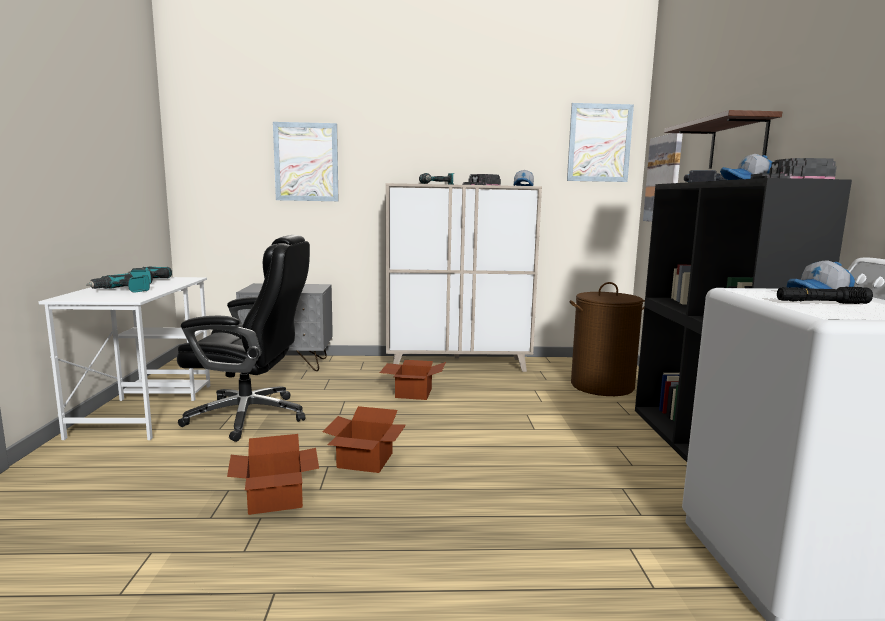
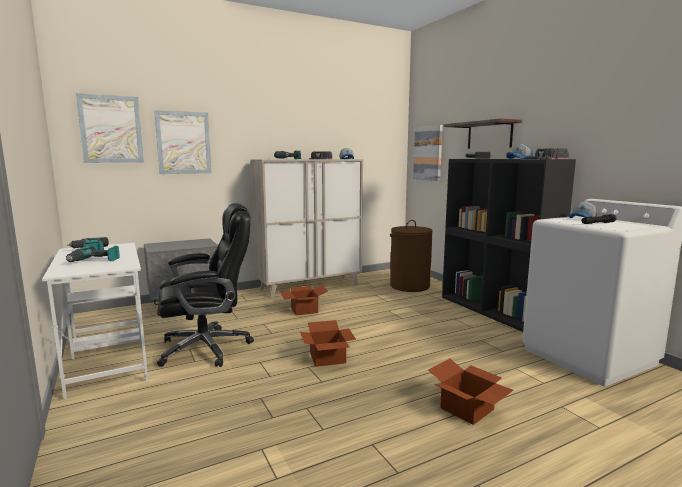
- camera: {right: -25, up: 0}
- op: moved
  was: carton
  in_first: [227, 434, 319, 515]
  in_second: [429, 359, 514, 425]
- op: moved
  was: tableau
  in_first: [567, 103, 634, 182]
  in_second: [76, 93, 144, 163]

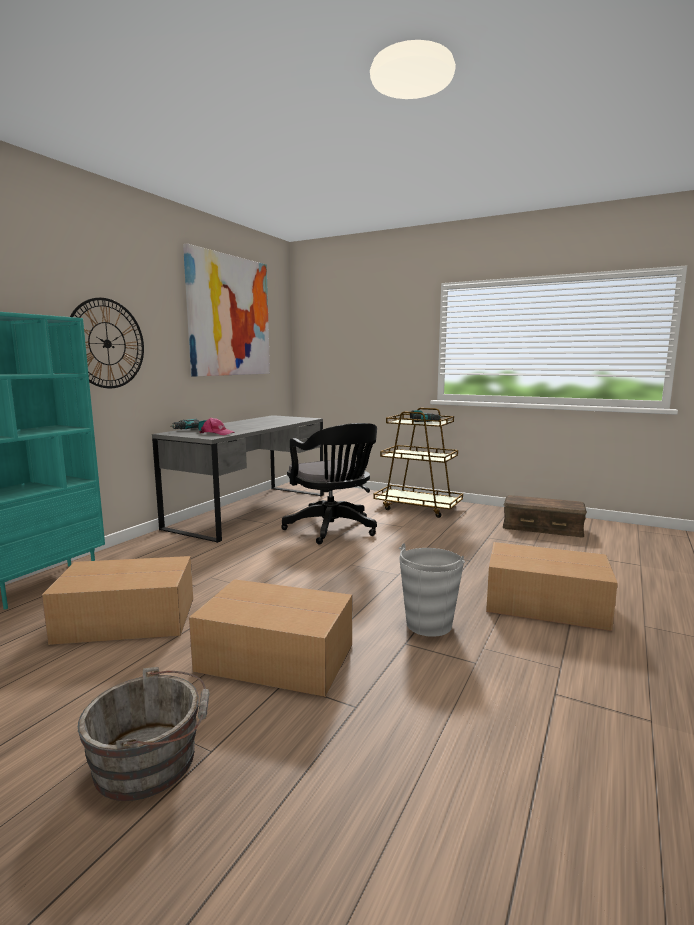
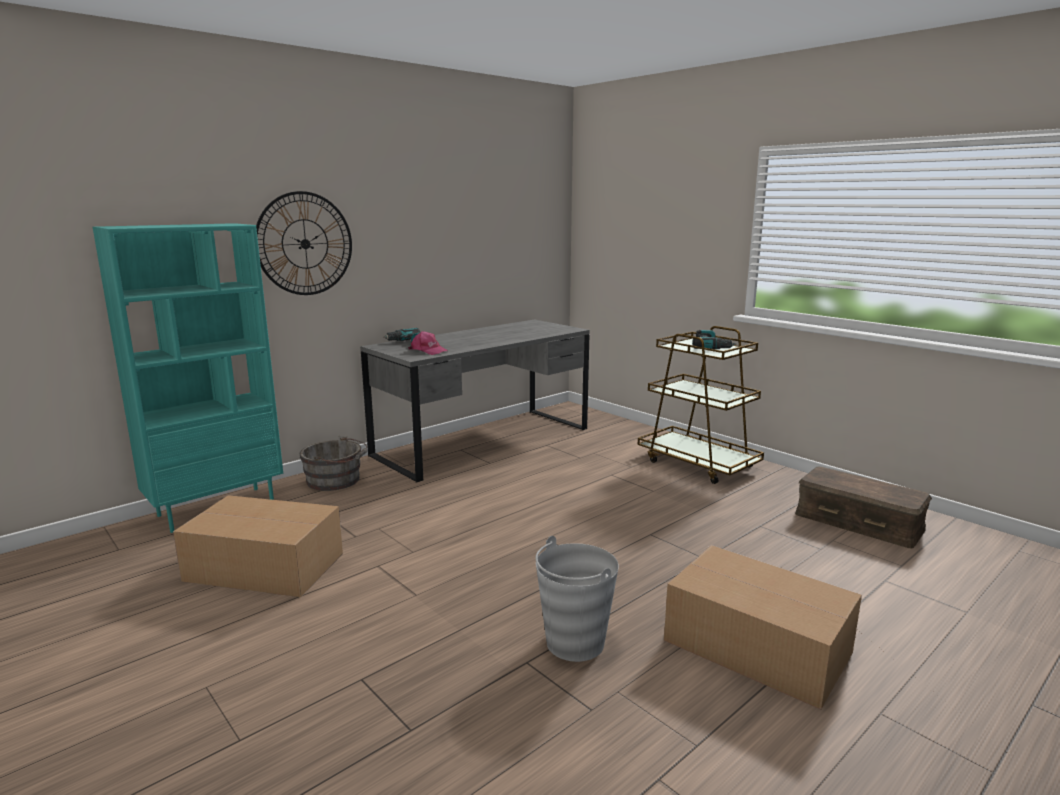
- camera: {right: 20, up: 5}
- op: moved
  was: seau [gris]
  in_first: [78, 667, 210, 801]
  in_second: [299, 436, 368, 491]
- op: removed
  was: tableau
  in_first: [183, 244, 270, 377]
- op: removed
  was: carton
  in_first: [189, 579, 352, 697]
- op: removed
  was: chaise de bureau [noir]
  in_first: [281, 423, 377, 545]

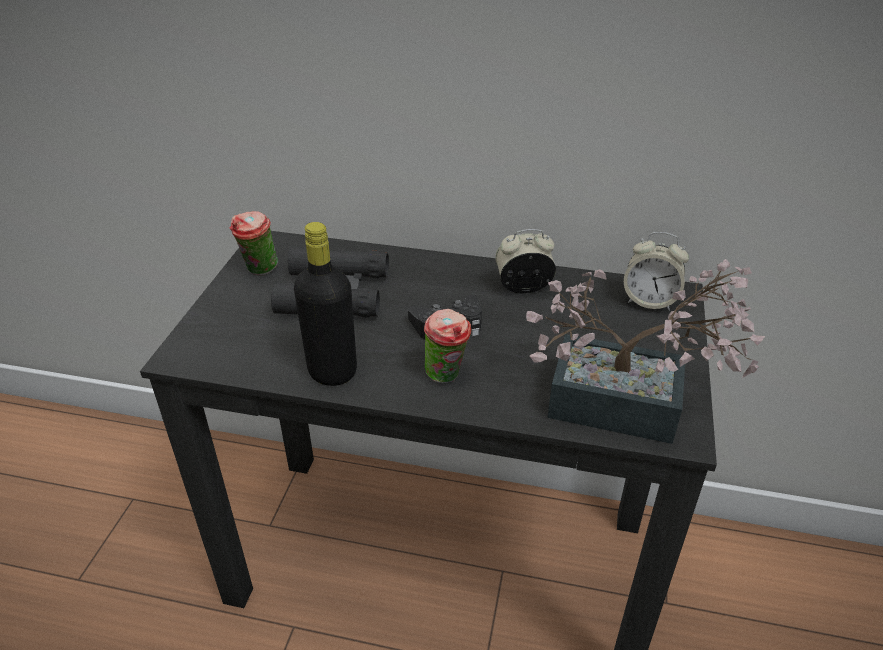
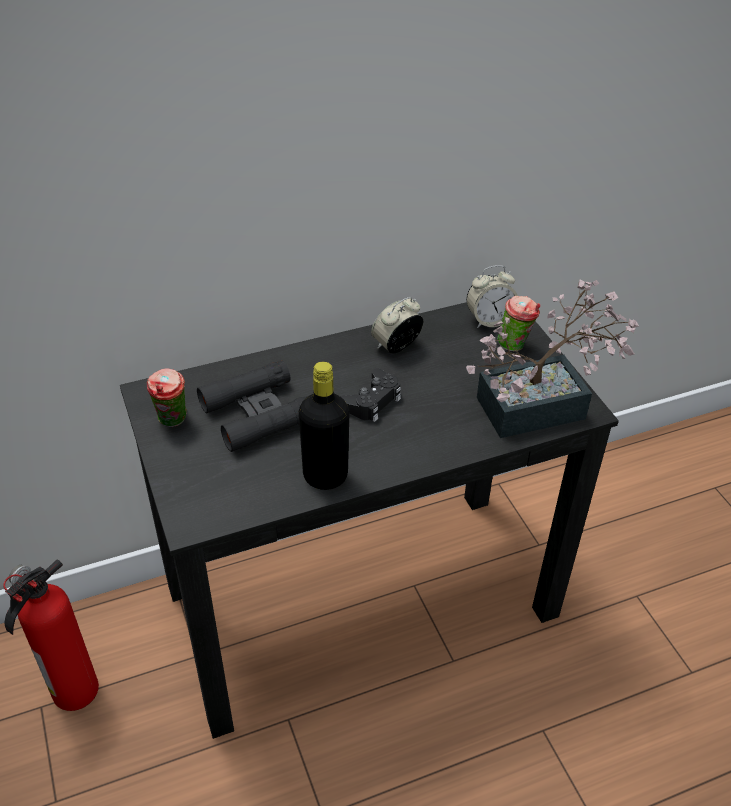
- camera: {right: -35, up: 5}
- op: moved
  was: tasse
  in_first: [424, 309, 471, 383]
  in_second: [497, 296, 540, 352]
- op: added
  now: extincteur
  in_second: [3, 559, 99, 711]

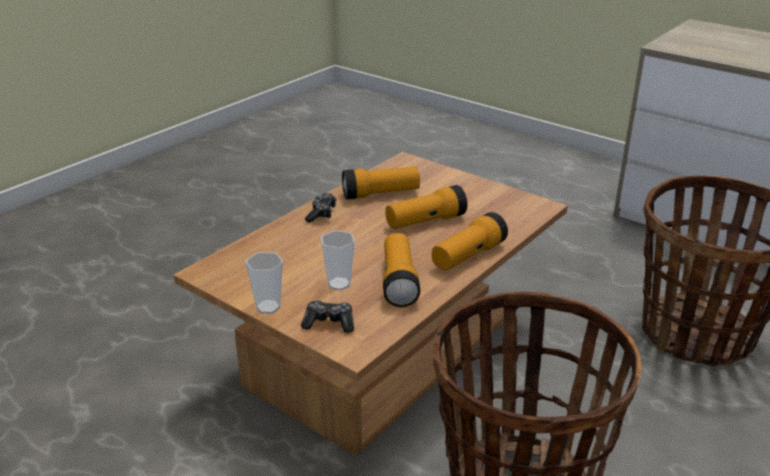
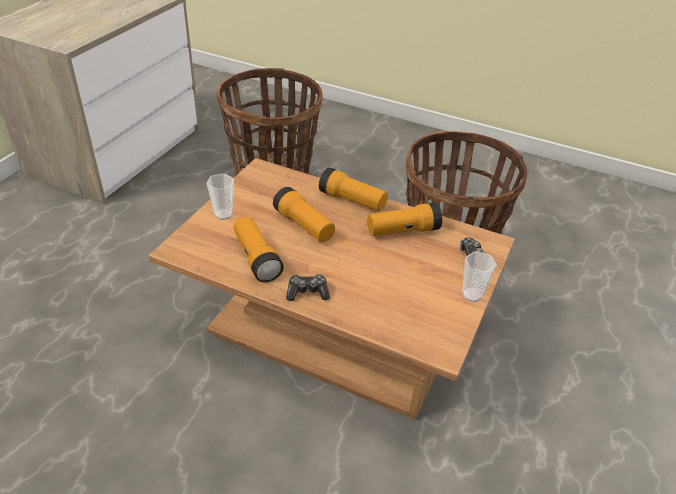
- camera: {right: -105, up: 10}
- op: moved
  was: tasse
  in_first: [321, 230, 355, 290]
  in_second: [207, 174, 234, 220]

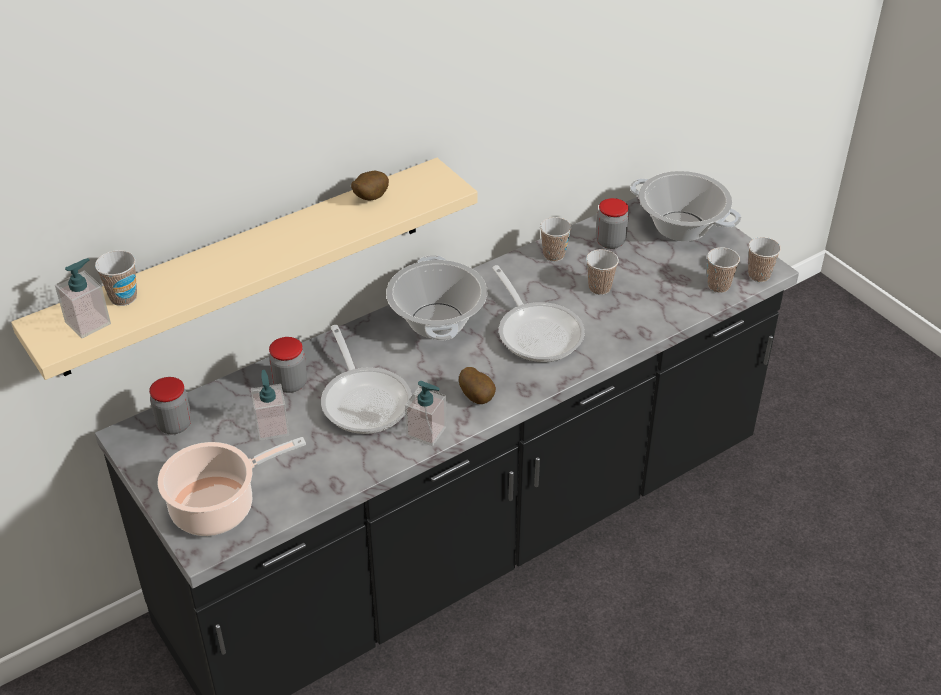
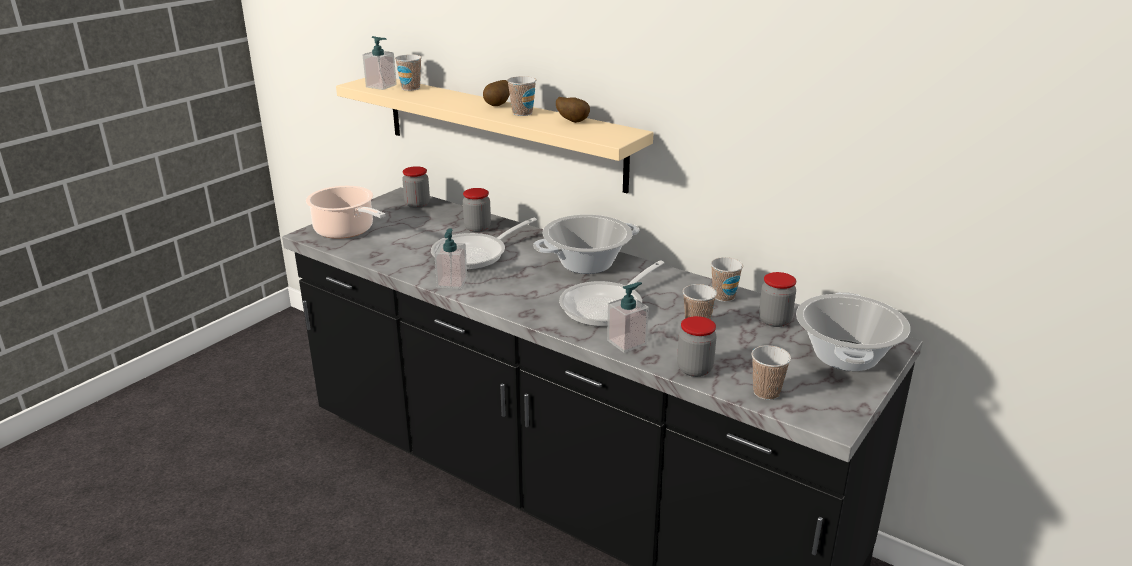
- camera: {right: 70, up: -15}
- op: moved
  was: distributeur de savon
  in_first: [251, 370, 289, 441]
  in_second: [607, 282, 649, 353]
- op: moved
  was: pomme de terre
  in_first: [459, 367, 496, 404]
  in_second: [483, 80, 510, 106]
- op: moved
  was: tasse
  in_first: [748, 237, 781, 282]
  in_second: [507, 76, 536, 116]
- op: added
  now: bocal
  in_second: [677, 316, 716, 377]

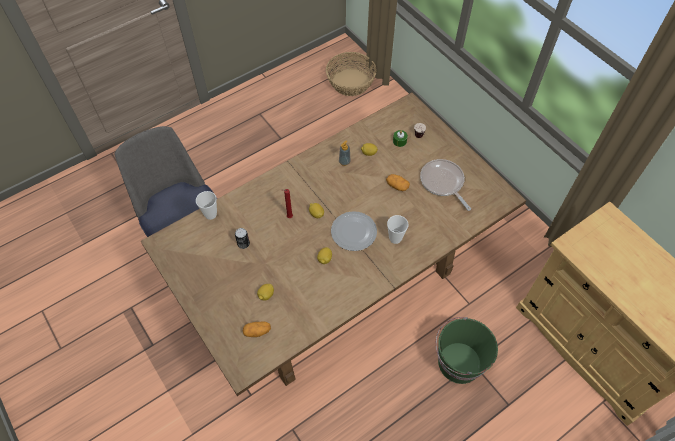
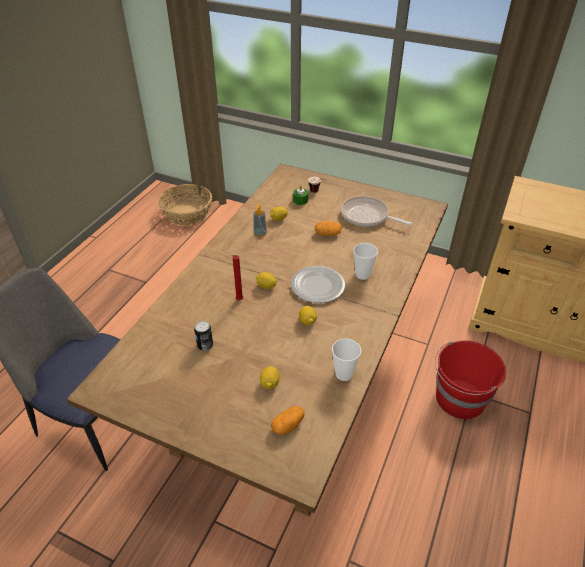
- camera: {right: -30, up: -15}
- op: moved
  was: tasse
  in_first: [196, 191, 217, 220]
  in_second: [332, 339, 361, 381]
- op: recoloured
  was: seau [vert]
  now: seau [rouge]
  in_first: [436, 317, 498, 384]
  in_second: [435, 341, 506, 419]

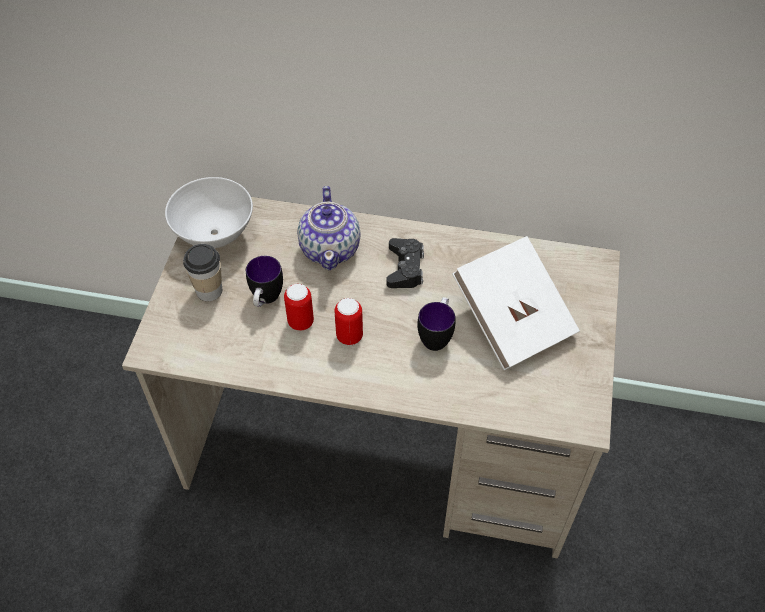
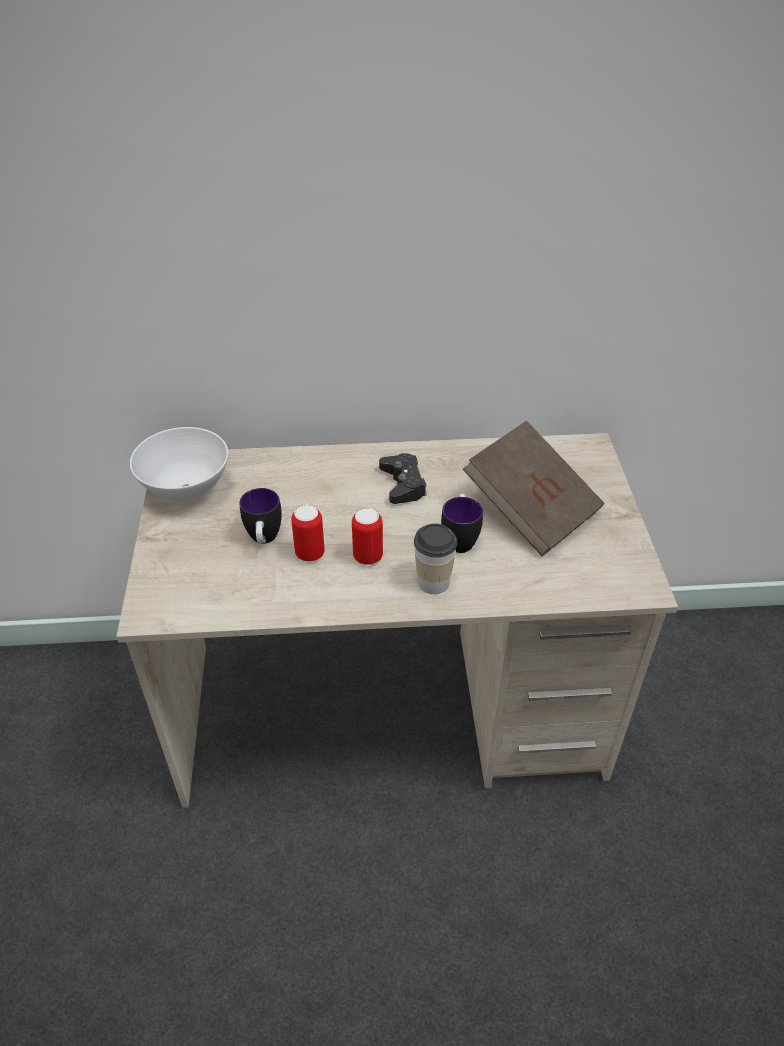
- camera: {right: -15, up: -10}
- op: moved
  was: tasse
  in_first: [183, 244, 222, 301]
  in_second: [414, 523, 457, 594]
- op: removed
  was: théière
  in_first: [297, 186, 361, 270]
- op: recoloured
  was: livre [blanc]
  now: livre [marron]
  in_first: [452, 236, 580, 370]
  in_second: [463, 421, 605, 556]

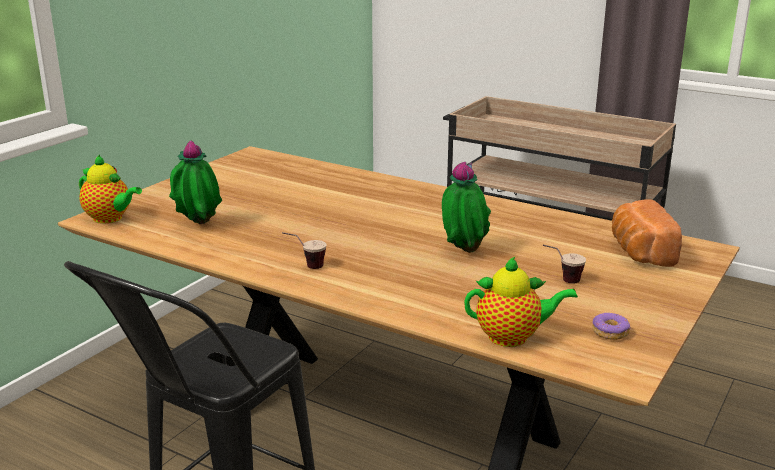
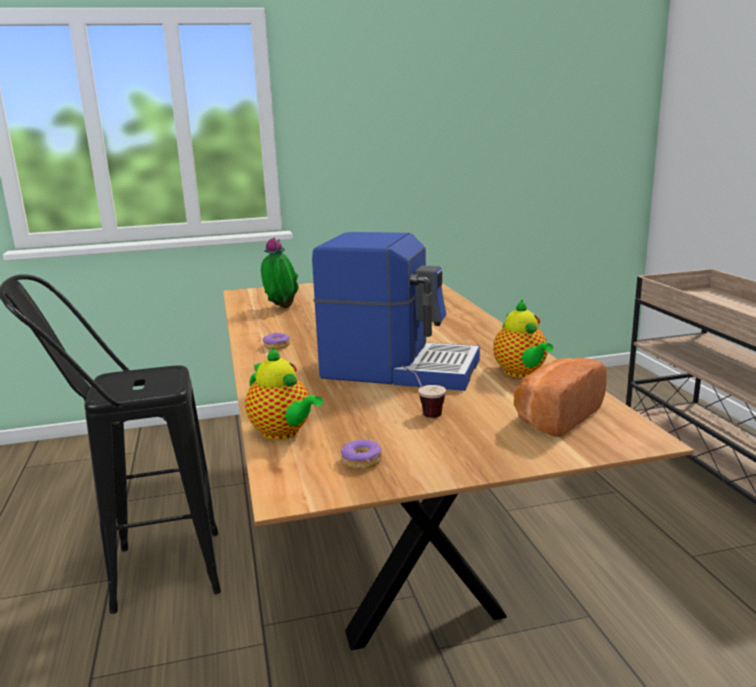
- camera: {right: 45, up: -5}
- op: moved
  was: théière
  in_first: [79, 155, 142, 223]
  in_second: [493, 299, 553, 378]
- op: replaced
  was: tasse
  now: beignet
  in_first: [282, 232, 326, 269]
  in_second: [263, 333, 290, 350]
- op: replaced
  was: plante en pot
  now: machine à café
  in_first: [442, 162, 491, 253]
  in_second: [312, 232, 480, 391]

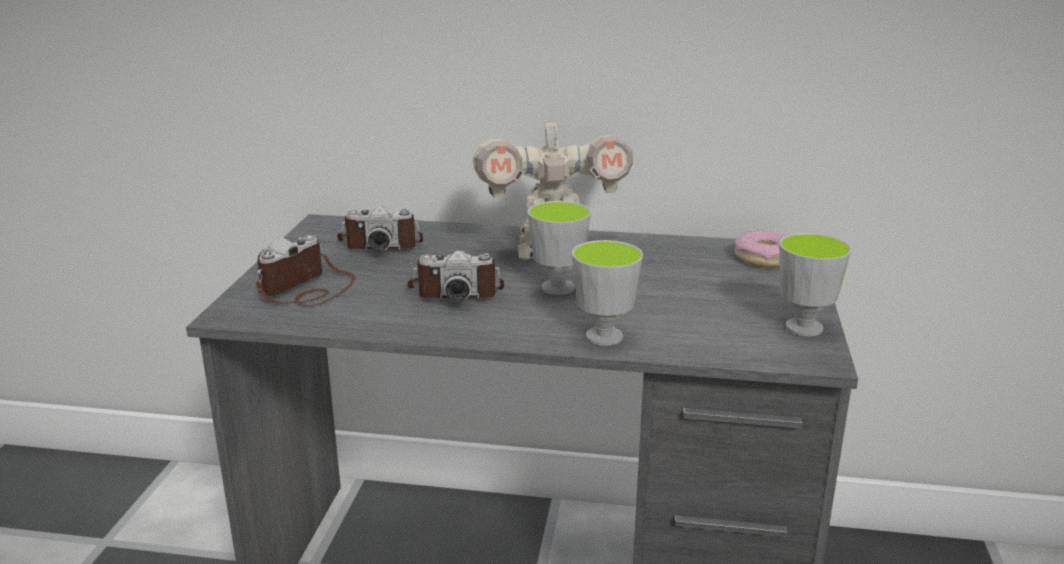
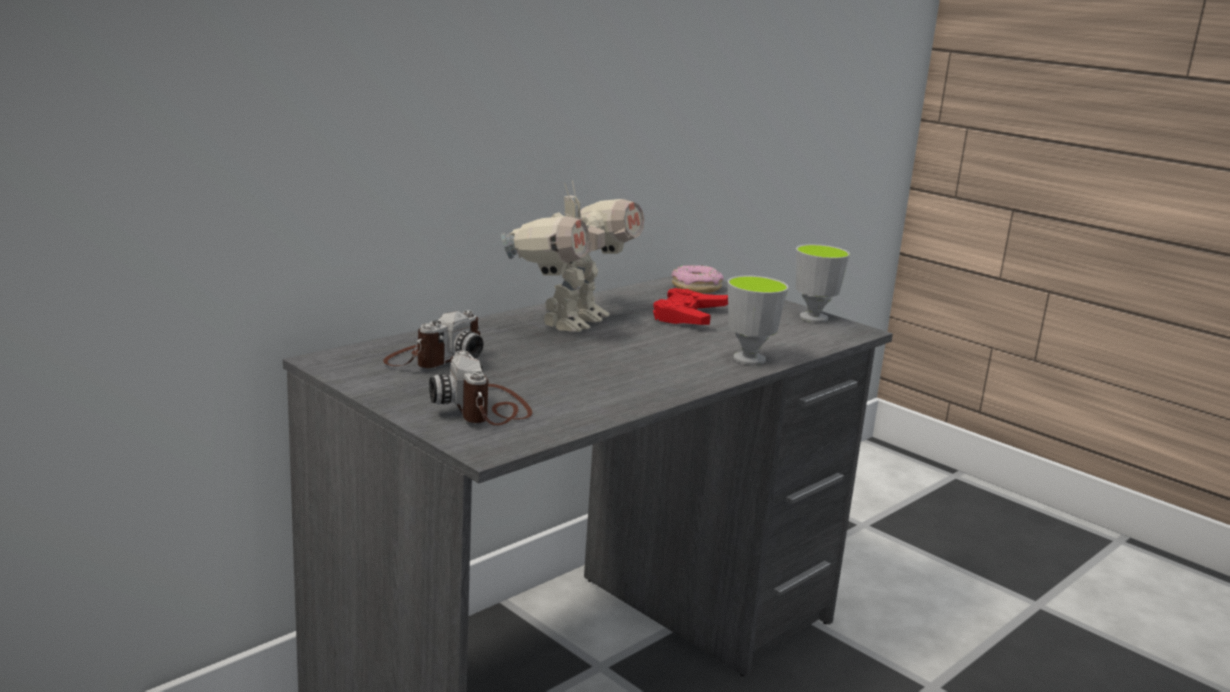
- camera: {right: -55, up: -5}
- op: removed
  was: appareil photo
  in_first: [407, 250, 504, 301]
- op: removed
  was: tasse
  in_first: [527, 201, 591, 295]
- op: added
  now: manette [rouge]
  in_second: [653, 288, 728, 325]

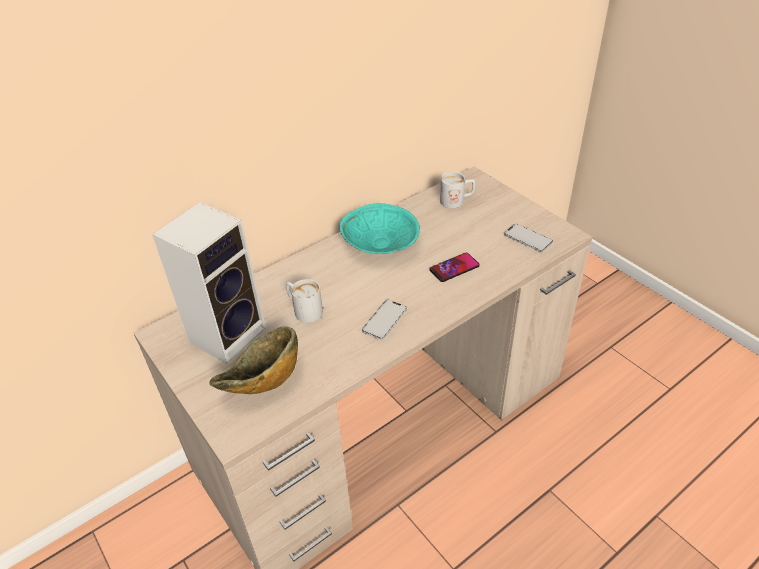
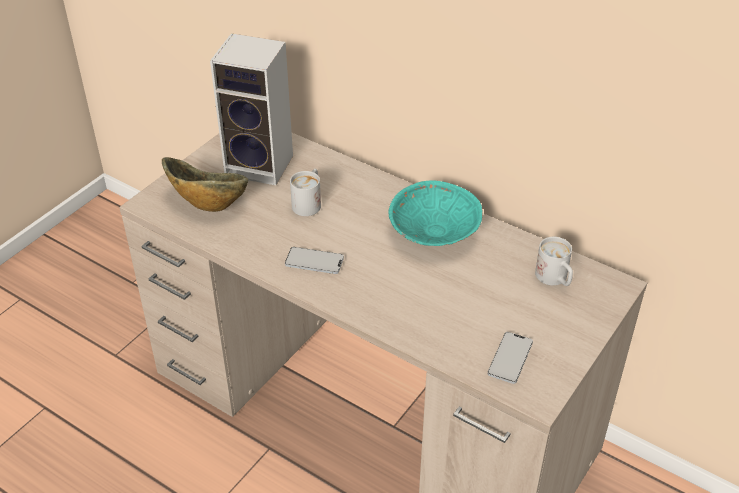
- camera: {right: 70, up: 0}
- op: removed
  was: téléphone
  in_first: [430, 253, 480, 282]

